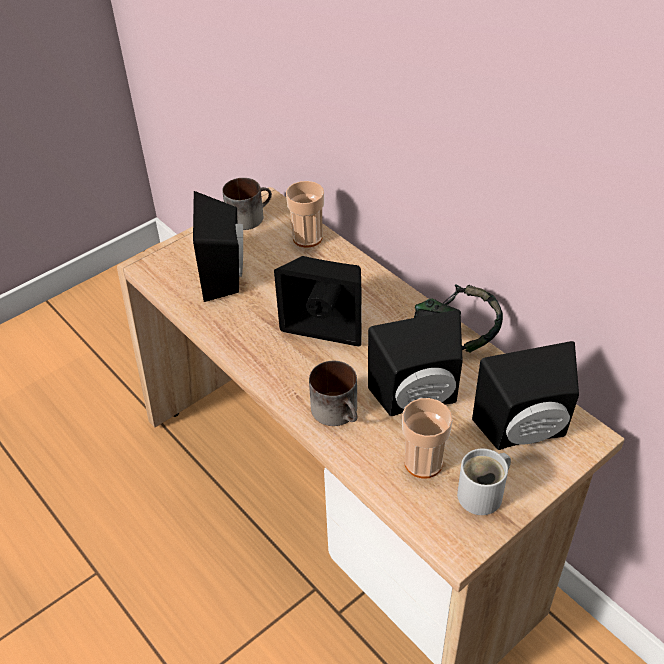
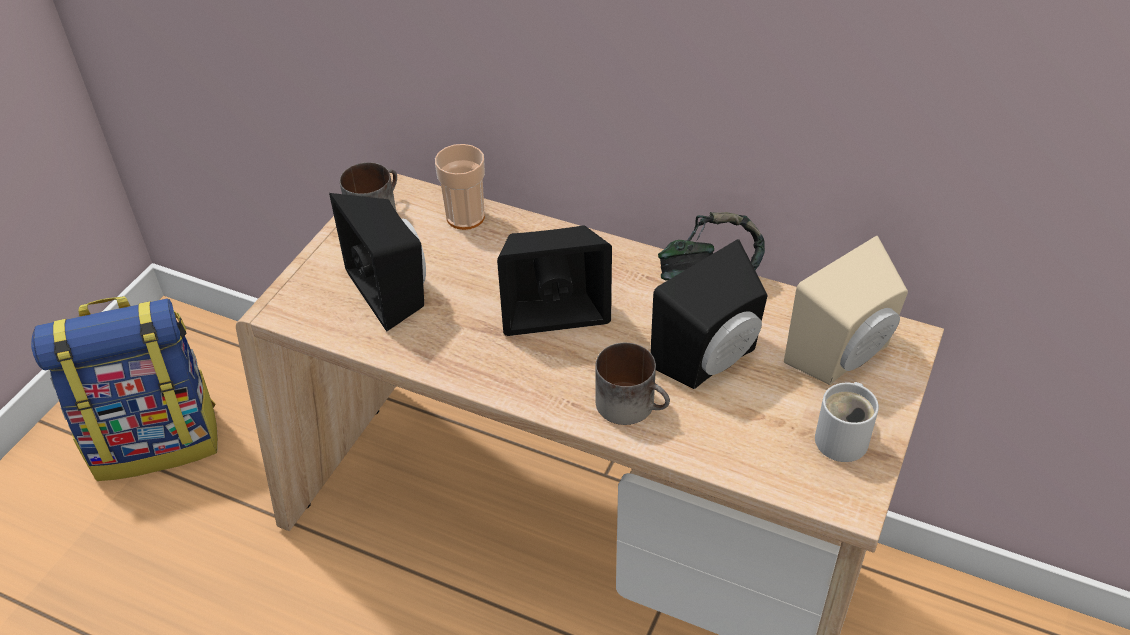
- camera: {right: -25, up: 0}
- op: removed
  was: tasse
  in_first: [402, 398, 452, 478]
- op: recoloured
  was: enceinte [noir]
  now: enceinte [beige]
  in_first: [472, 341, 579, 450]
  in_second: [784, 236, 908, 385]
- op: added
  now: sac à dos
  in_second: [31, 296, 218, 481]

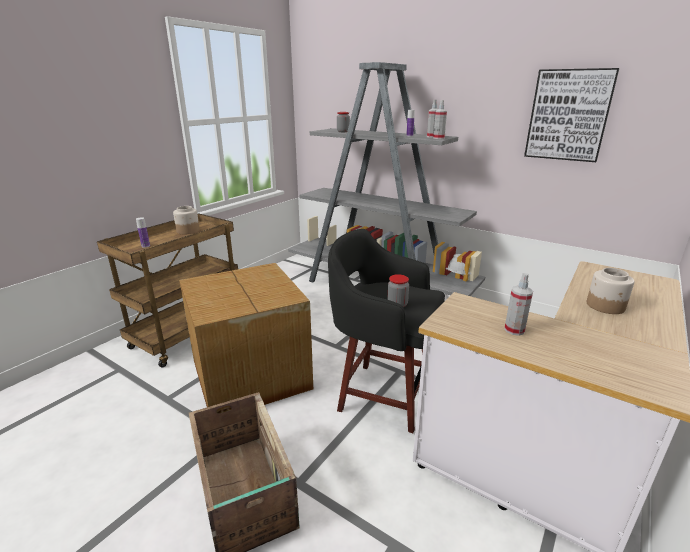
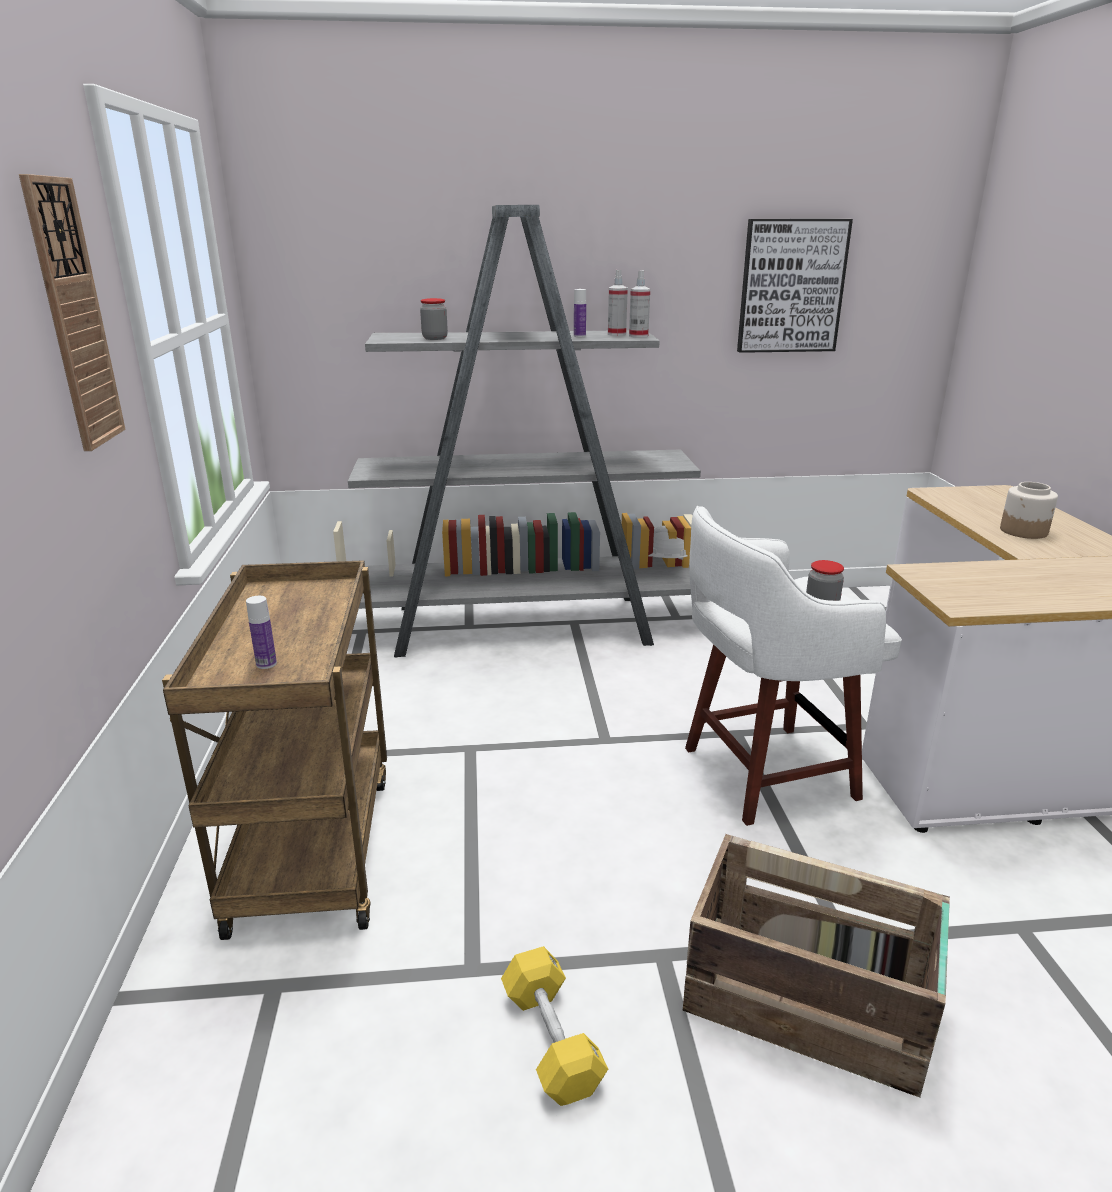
- camera: {right: -40, up: 0}
- op: removed
  was: bocal
  in_first: [173, 206, 200, 234]
- op: removed
  was: carton
  in_first: [179, 263, 313, 413]
- op: recoloured
  was: tabouret [noir]
  now: tabouret [blanc]
  in_first: [328, 229, 445, 433]
  in_second: [685, 506, 902, 826]
- op: removed
  was: vaporisateur
  in_first: [504, 273, 533, 336]
- op: added
  now: horloge murale
  in_second: [19, 174, 125, 451]
- op: added
  now: haltère [jaune]
  in_second: [501, 946, 608, 1106]

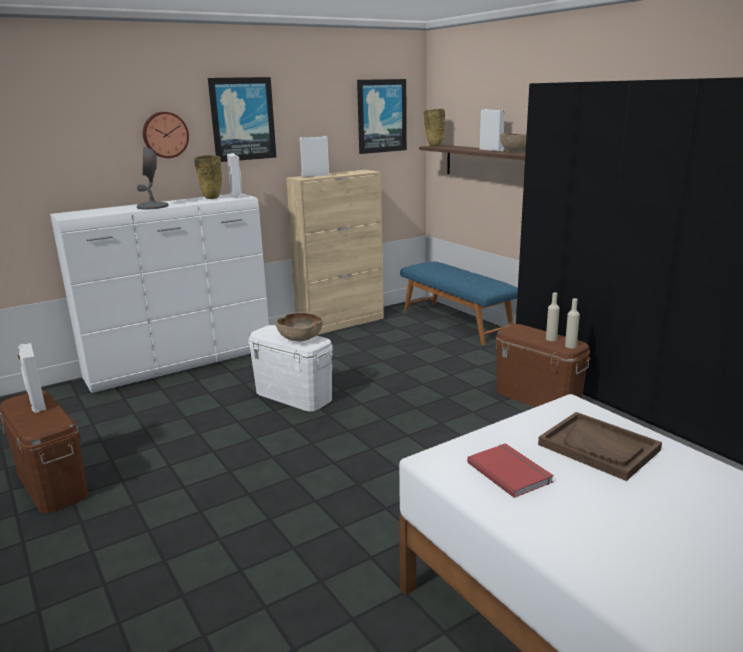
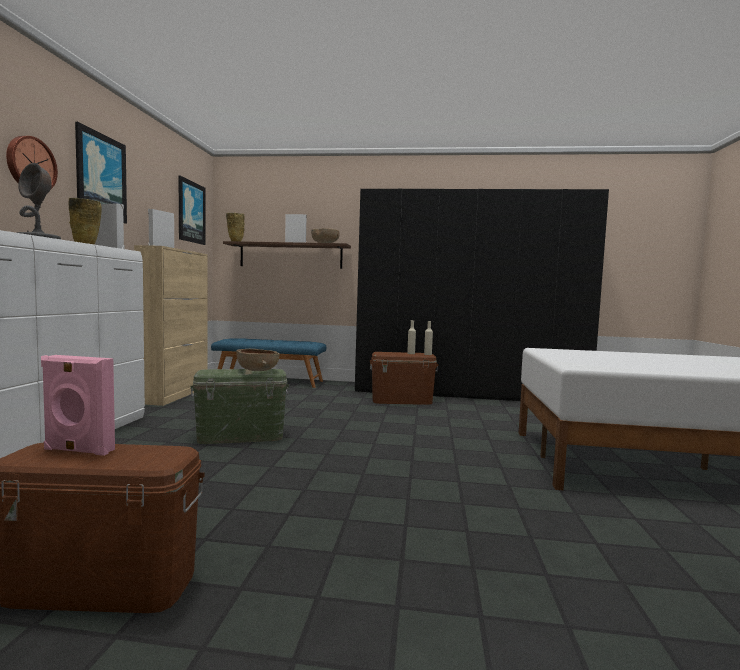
- camera: {right: -50, up: -15}
- op: recoloured
  was: enceinte [blanc]
  now: enceinte [rose]
  in_first: [18, 343, 46, 413]
  in_second: [41, 355, 115, 456]
- op: recoloured
  was: boîte de rangement [blanc]
  now: boîte de rangement [vert]
  in_first: [248, 325, 333, 412]
  in_second: [190, 369, 289, 444]
- op: removed
  was: livre [rouge]
  in_first: [467, 443, 554, 498]
- op: removed
  was: plateau [marron]
  in_first: [538, 412, 662, 481]

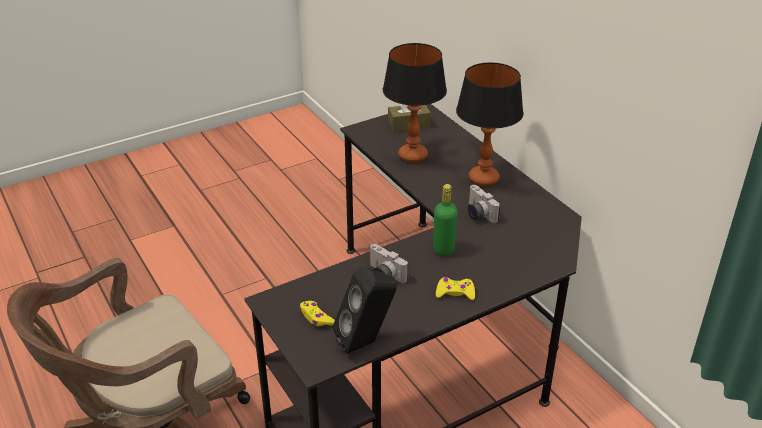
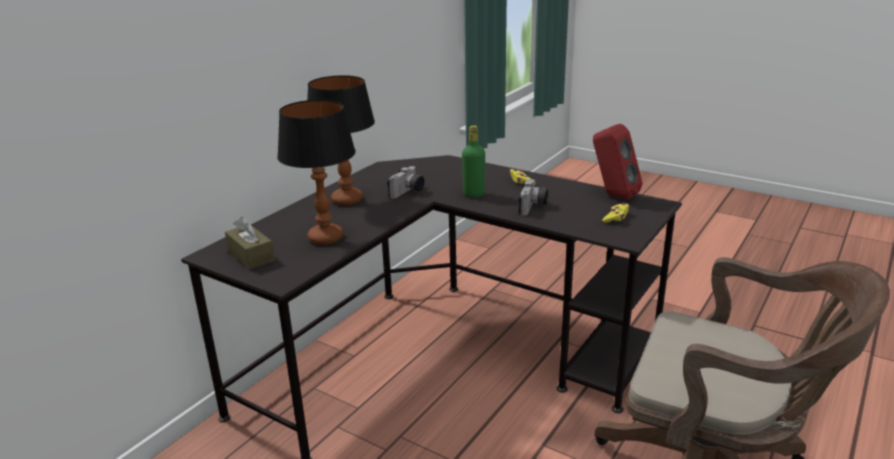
- camera: {right: -115, up: -10}
- op: recoloured
  was: enceinte [noir]
  now: enceinte [rouge]
  in_first: [333, 266, 397, 354]
  in_second: [593, 124, 642, 200]

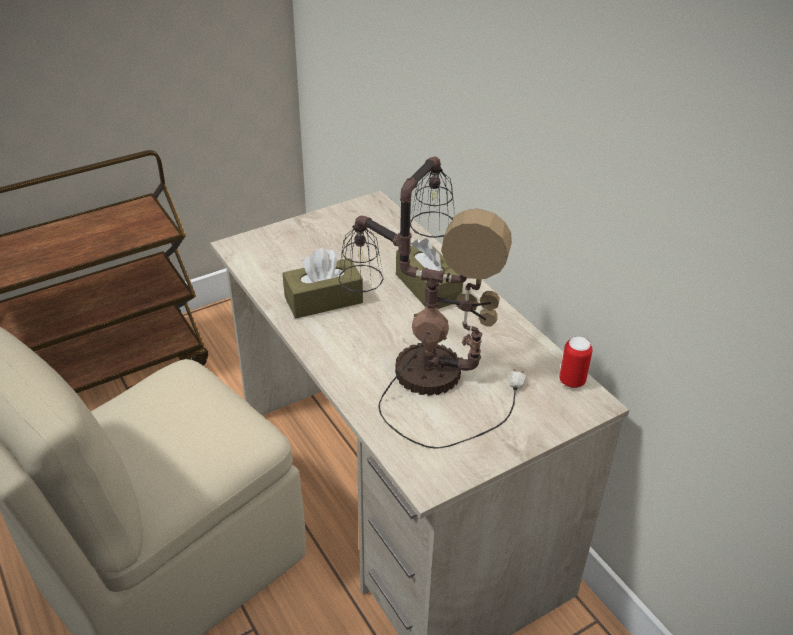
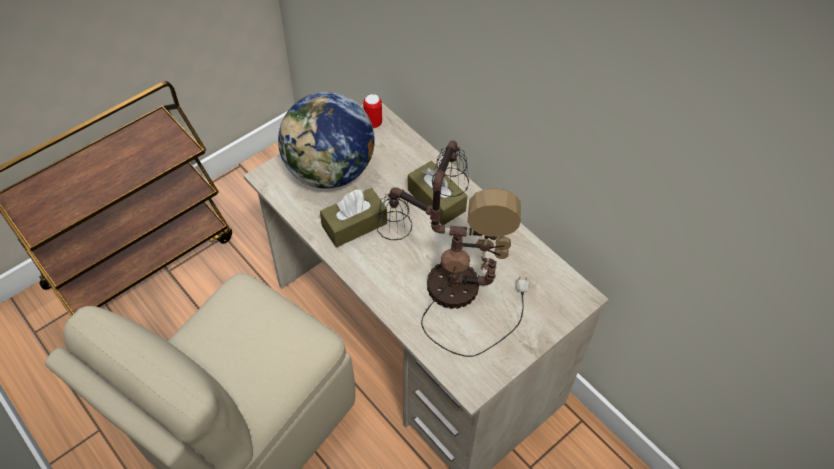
- camera: {right: -10, up: 15}
- op: moved
  was: boîte métallique
  in_first: [559, 337, 593, 388]
  in_second: [363, 94, 382, 128]
- op: added
  now: globe
  in_second: [278, 92, 375, 189]

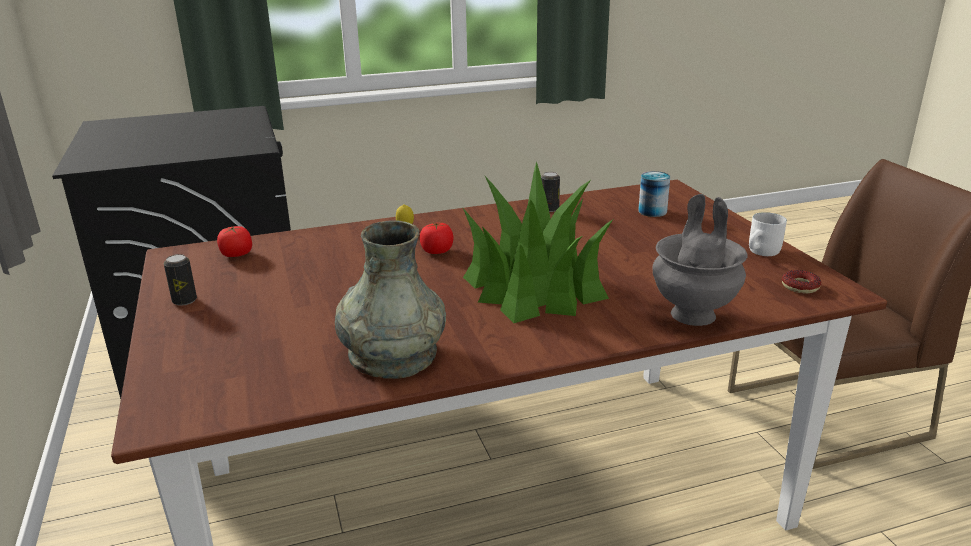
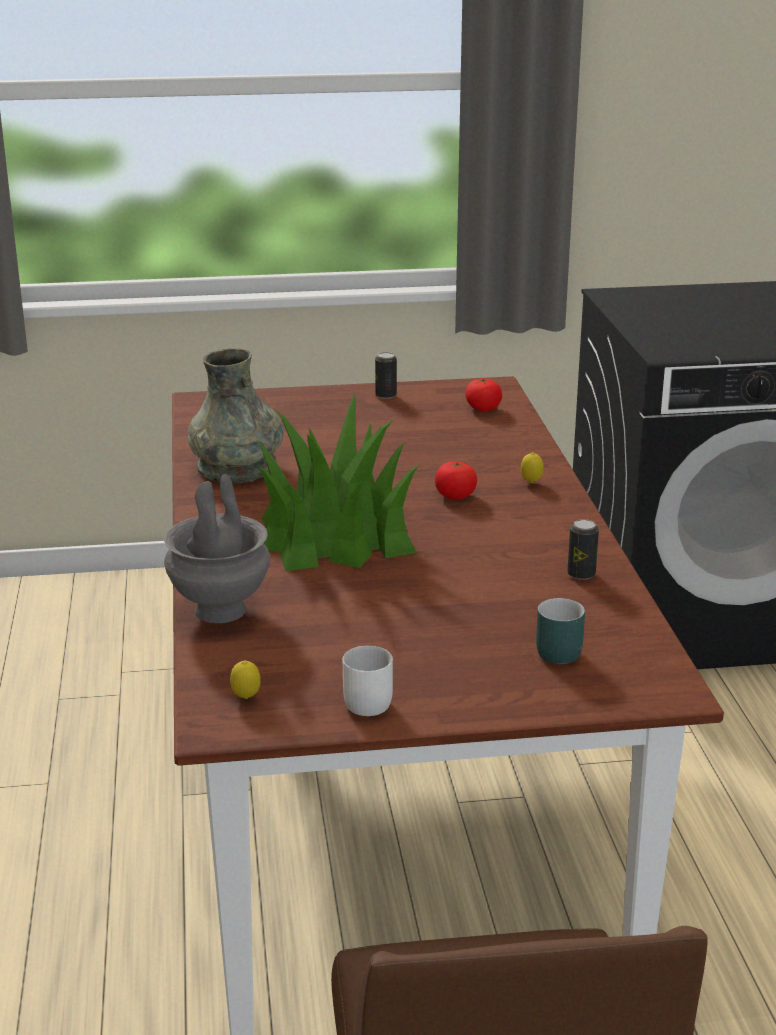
- camera: {right: 100, up: 0}
- op: replaced
  was: boîte métallique
  now: mug [turquoise]
  in_first: [638, 171, 670, 217]
  in_second: [536, 598, 585, 664]
- op: replaced
  was: beignet
  now: citron
  in_first: [782, 270, 821, 293]
  in_second: [230, 660, 261, 699]

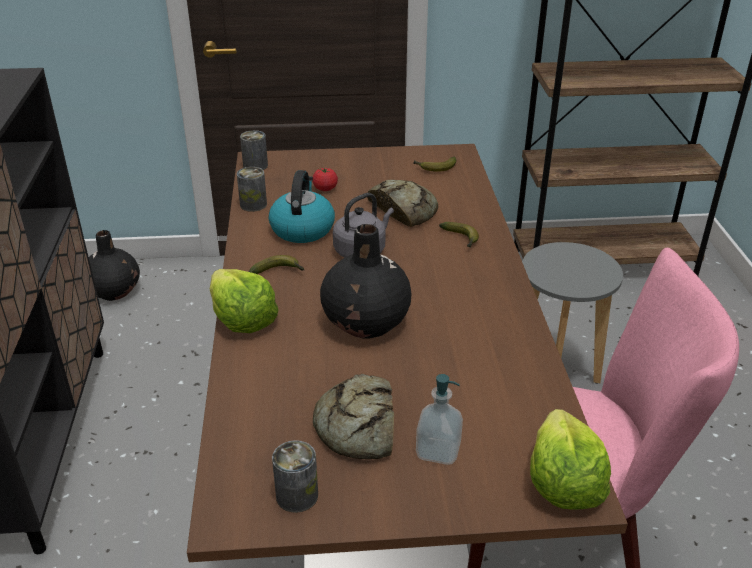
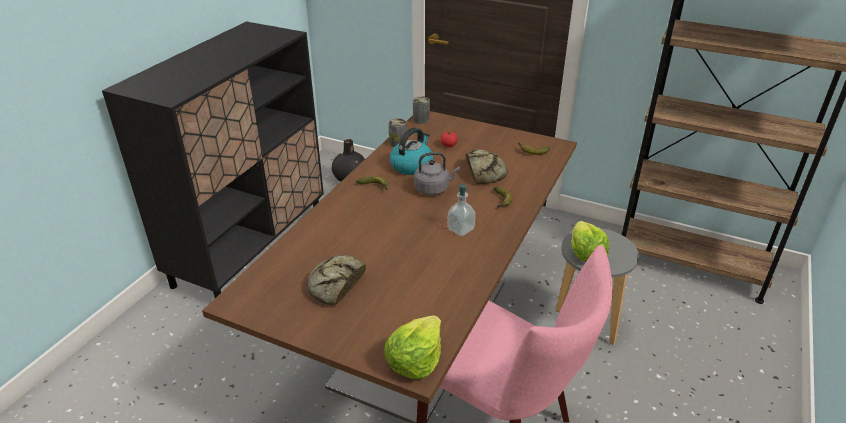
- camera: {right: 30, up: 0}
- op: moved
  was: laitue
  in_first: [210, 269, 279, 333]
  in_second: [571, 221, 610, 262]
- op: removed
  was: boîte métallique
  in_first: [272, 440, 318, 513]
- op: removed
  was: vase [noir]
  in_first: [320, 224, 412, 339]
- op: moved
  was: distributeur de savon
  in_first: [416, 374, 463, 465]
  in_second: [447, 184, 476, 236]

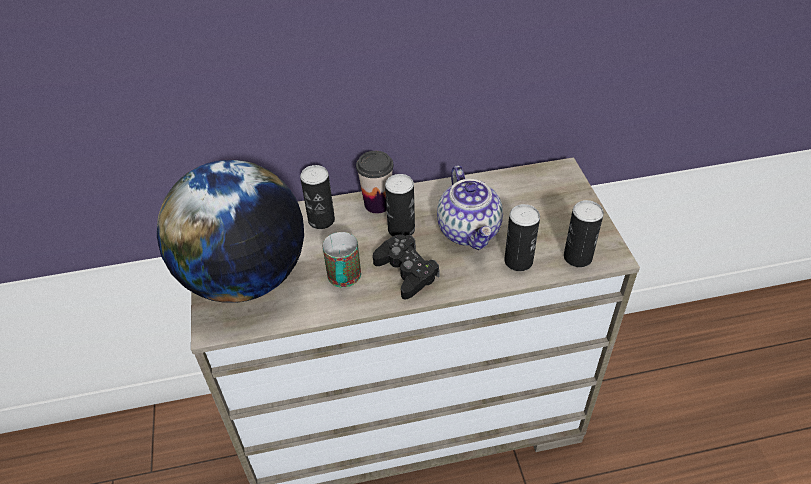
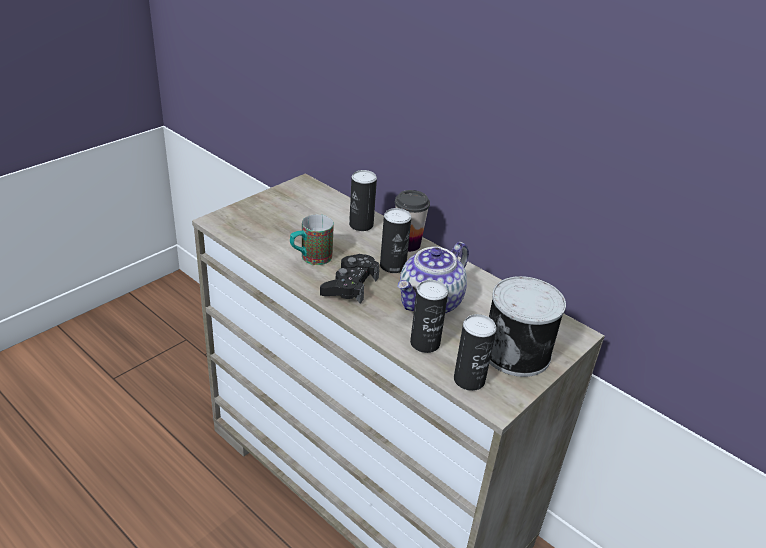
- camera: {right: 50, up: -10}
- op: removed
  was: globe
  in_first: [157, 160, 304, 303]
- op: added
  now: boîte métallique
  in_second: [489, 276, 566, 377]

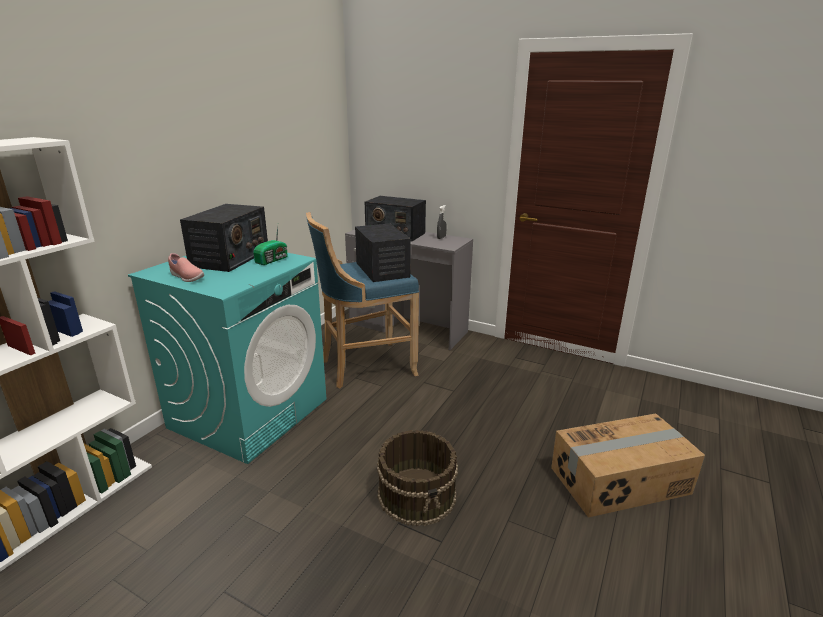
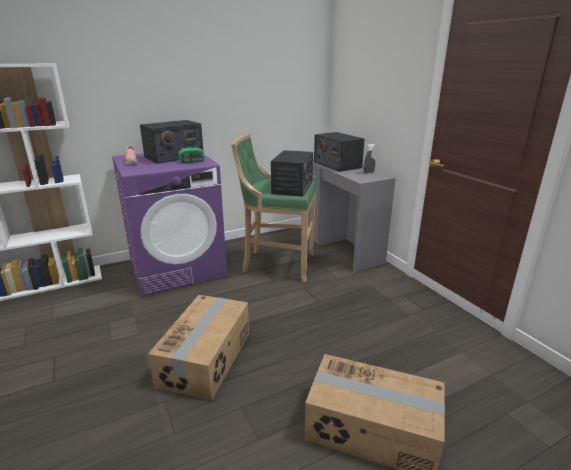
- camera: {right: 35, up: 0}
- op: recoloured
  was: lave-linge [turquoise]
  now: lave-linge [violet]
  in_first: [128, 253, 326, 464]
  in_second: [112, 153, 227, 296]
- op: recoloured
  was: tabouret [bleu]
  now: tabouret [vert]
  in_first: [306, 212, 419, 388]
  in_second: [231, 134, 316, 282]
- op: replaced
  was: seau [marron]
  now: carton
  in_first: [377, 430, 458, 526]
  in_second: [148, 295, 249, 401]

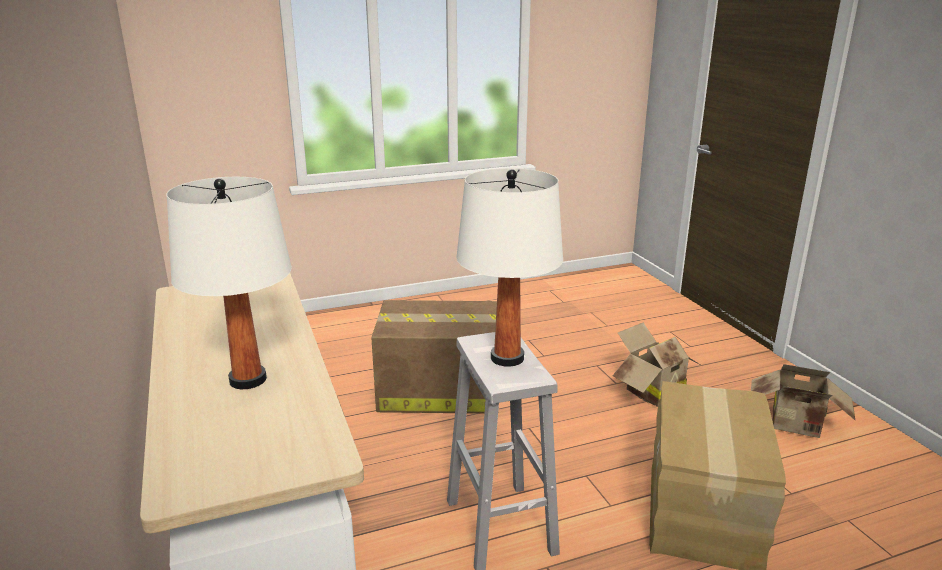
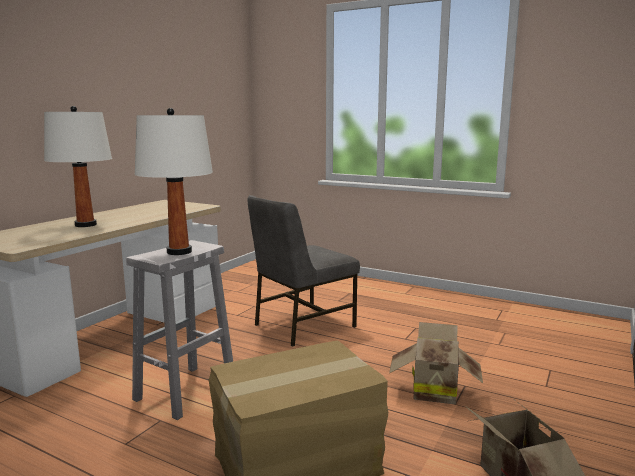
- camera: {right: 50, up: -10}
- op: replaced
  was: carton
  now: chaise [gris]
  in_first: [371, 300, 499, 414]
  in_second: [248, 195, 360, 347]

